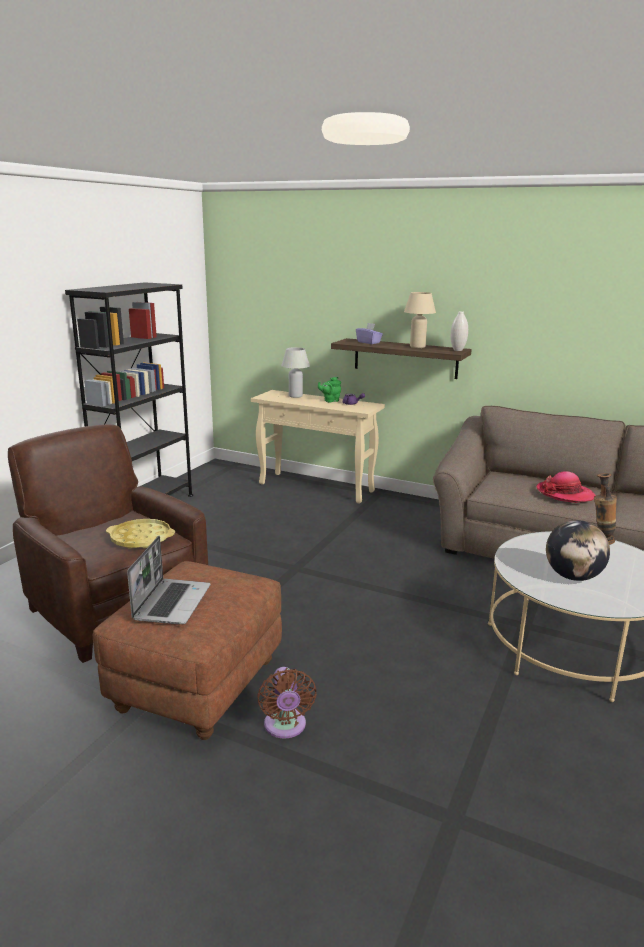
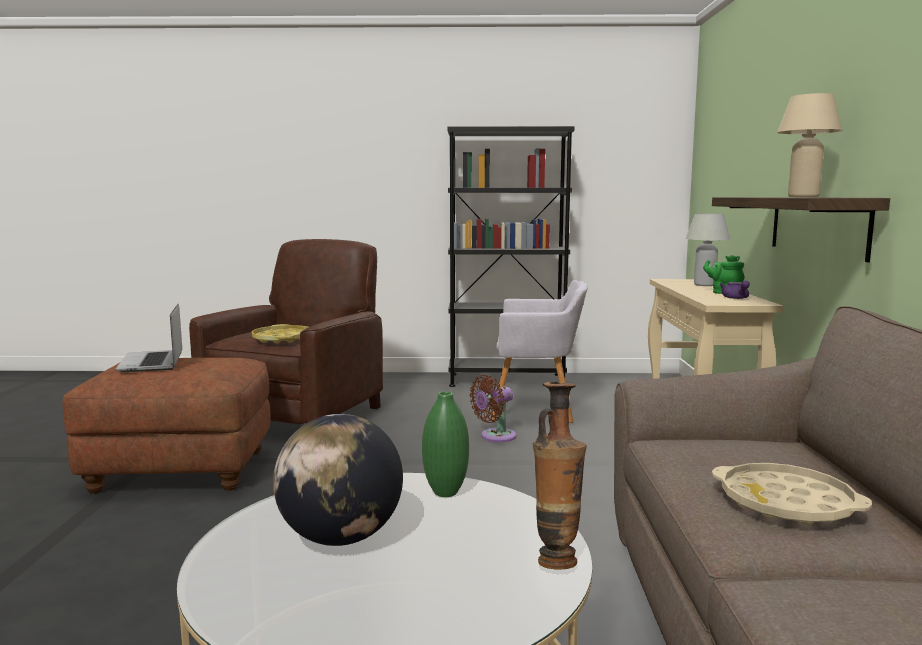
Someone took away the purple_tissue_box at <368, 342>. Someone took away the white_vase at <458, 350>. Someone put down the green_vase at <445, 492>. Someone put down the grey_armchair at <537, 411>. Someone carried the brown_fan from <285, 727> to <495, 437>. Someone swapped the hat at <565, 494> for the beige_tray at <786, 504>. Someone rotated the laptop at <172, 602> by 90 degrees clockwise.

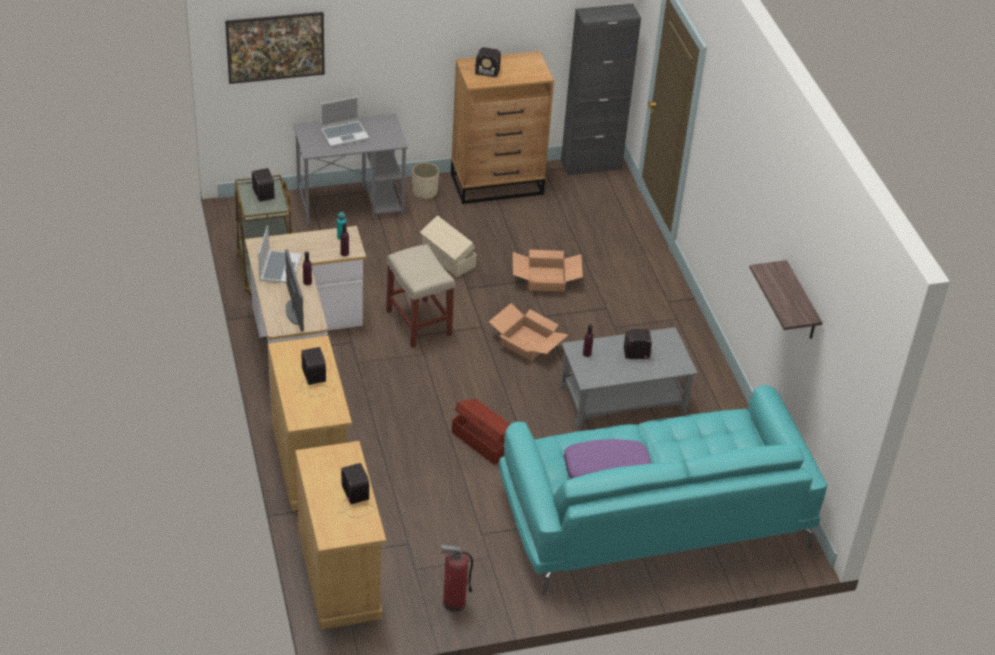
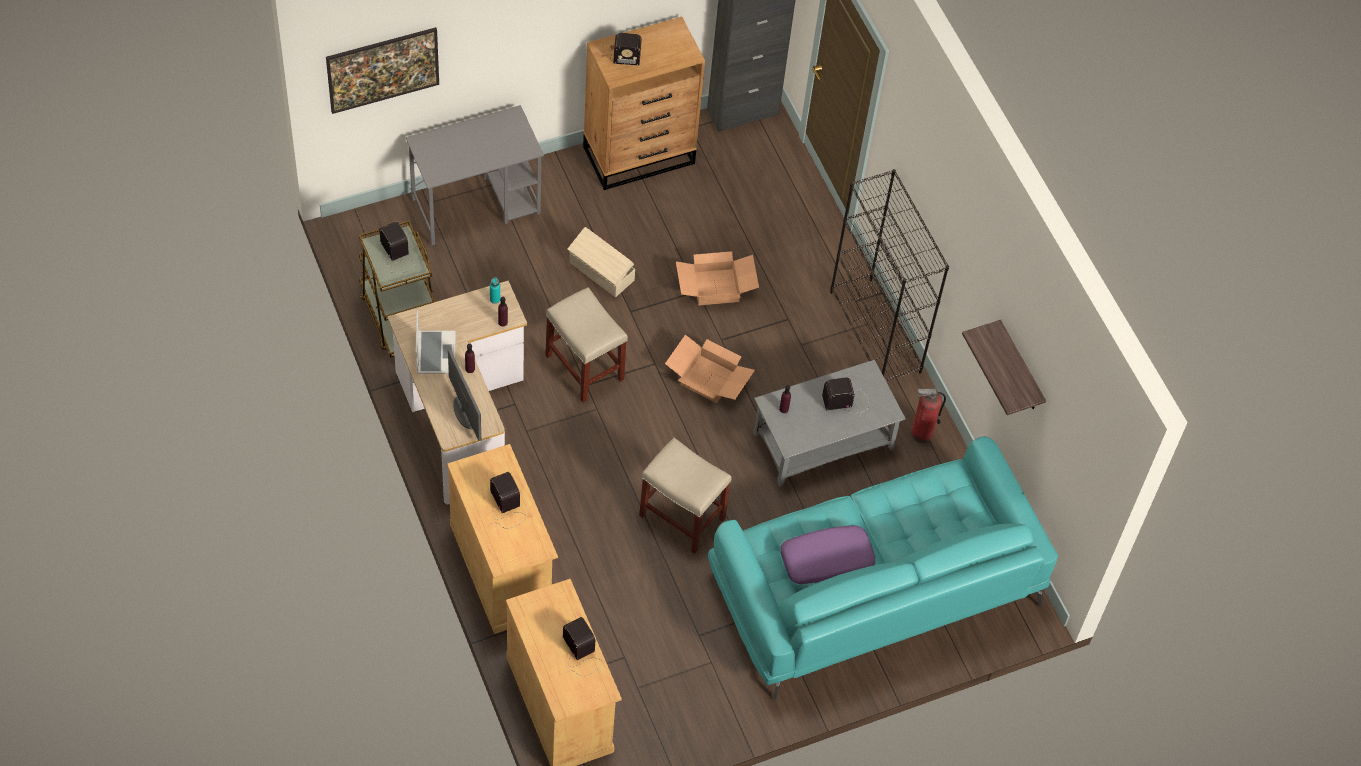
Someone took away the laptop at <345, 134>. Someone took away the beige_planter at <425, 192>. Someone put down the black_bookcase at <876, 332>. Someone carried the fire_extinguisher from <454, 603> to <921, 433>. Someone swapped the brown_storage_box at <483, 441> for the beige_stool at <681, 516>.

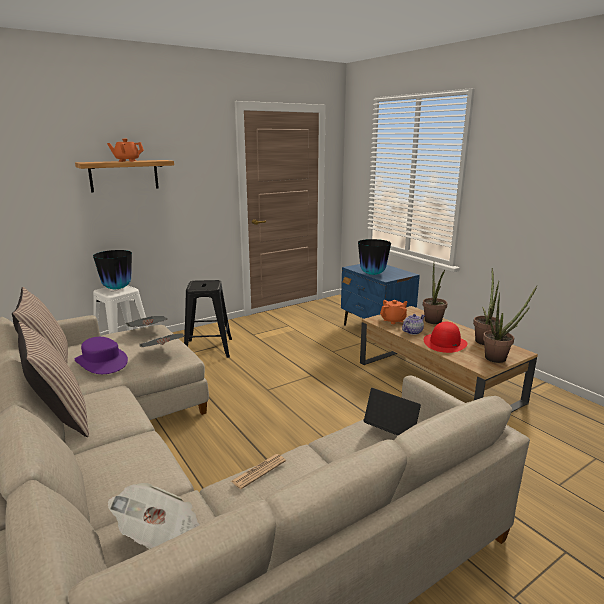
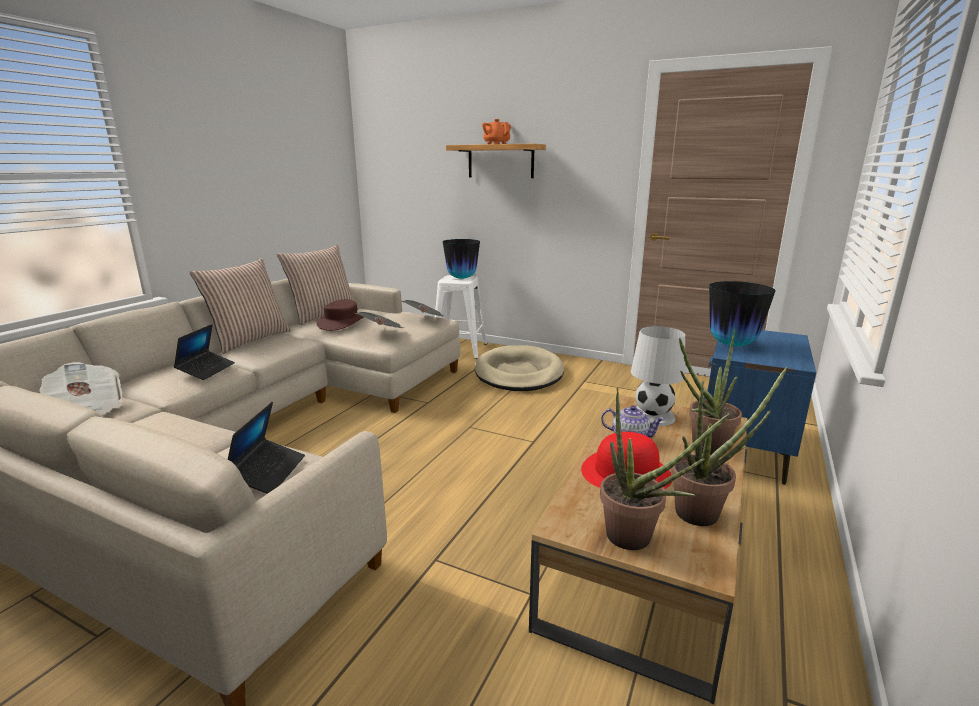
Someone took away the newspaper at <259, 471>. Someone put down the laptop at <206, 370>. Someone swapped the black_stool at <209, 348> for the beige_dog_bed at <519, 373>. Someone swapped the orange_teapot at <393, 320> for the white_table_lamp at <652, 416>. Someone repainted the purple_hat at <102, 362>, which became the brown_hat at <342, 322>.

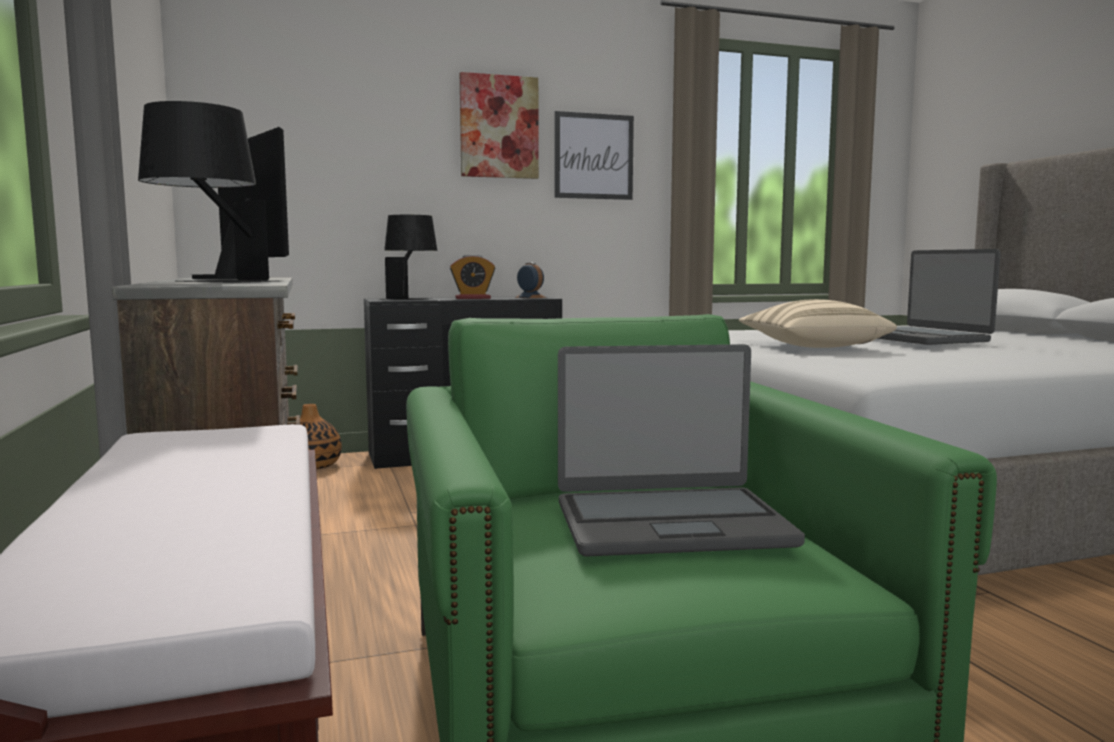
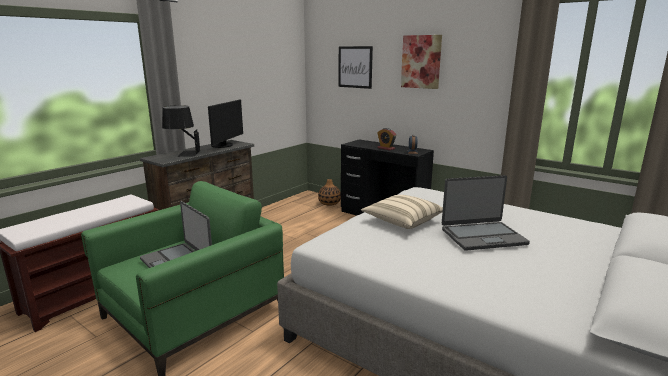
Someone took away the black_table_lamp at <410, 298>. Someone carried the picture from <593, 156> to <355, 67>. Someone rotated the laptop at <918, 338> by 135 degrees counterclockwise.

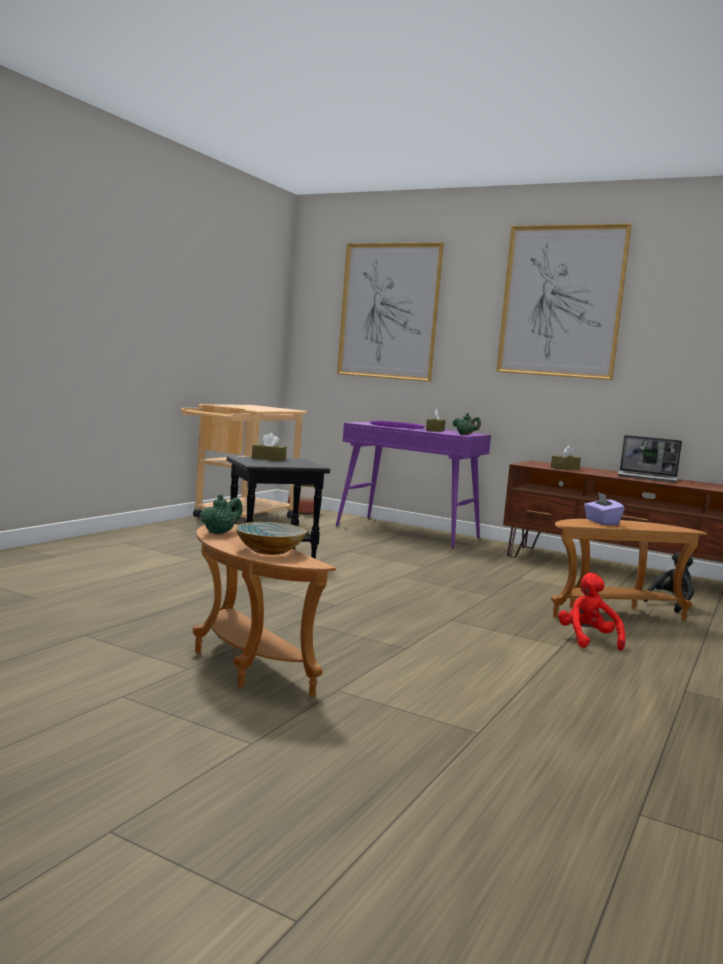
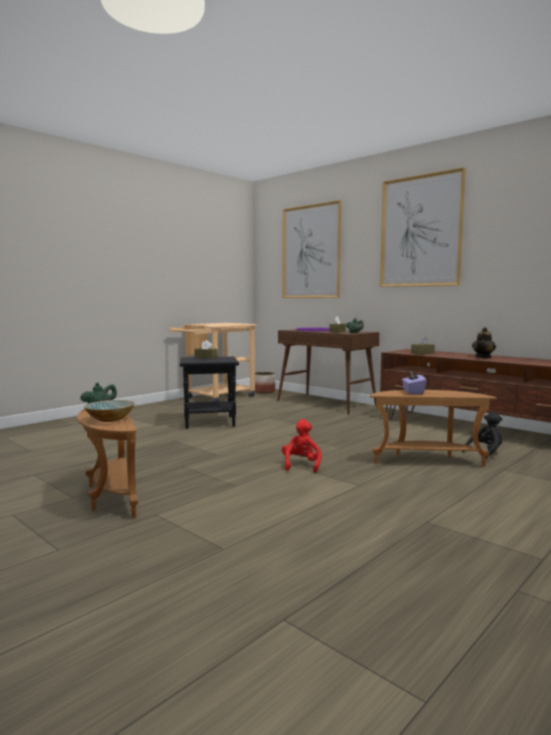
Someone carried the red_plush_toy from <587, 640> to <301, 465>. Someone swapped the laptop at <648, 478> for the teapot at <483, 357>. Someone repainted the purple_console_table at <408, 532>, which became the brown_console_table at <326, 403>.

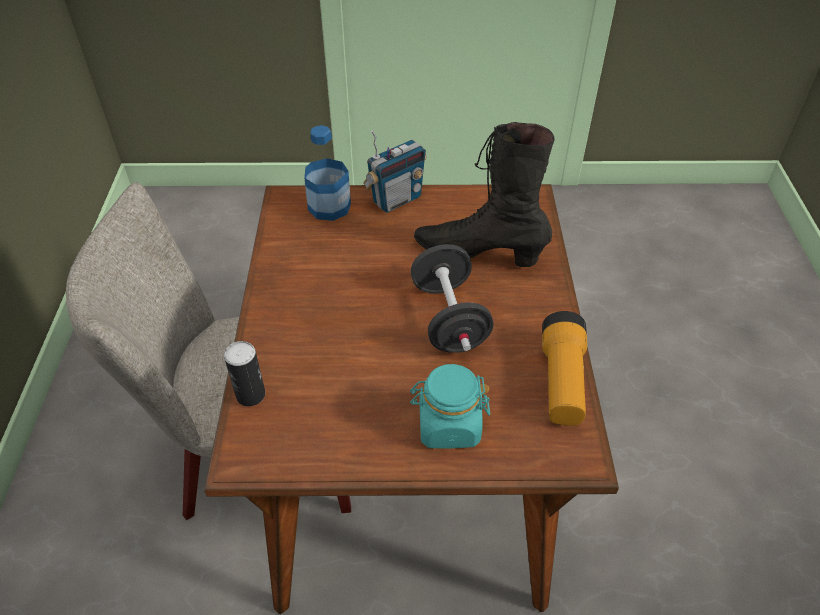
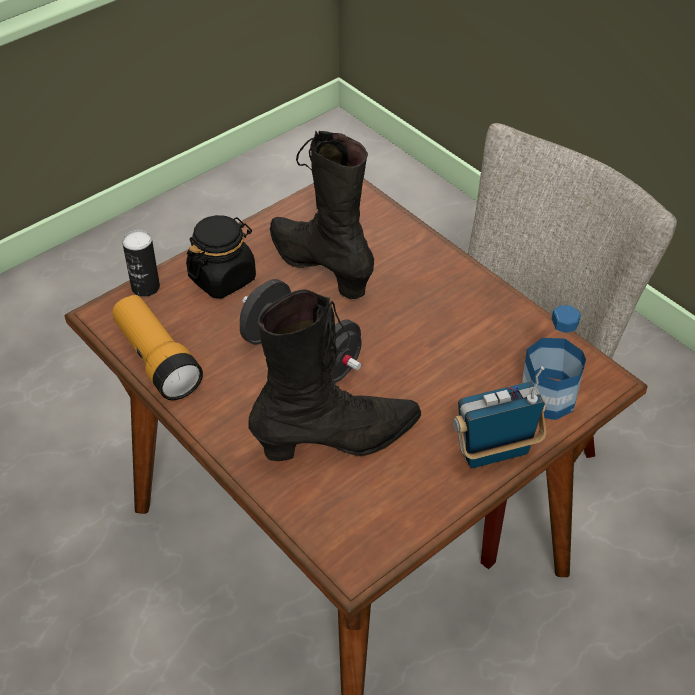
Someone put down the black_boot at <320, 267>. Someone carried the can from <250, 395> to <145, 287>. Someone repainted the turquoise_jar at <448, 426>, which became the black_jar at <222, 278>. Someone rotated the radio at <396, 200> by 60 degrees clockwise.

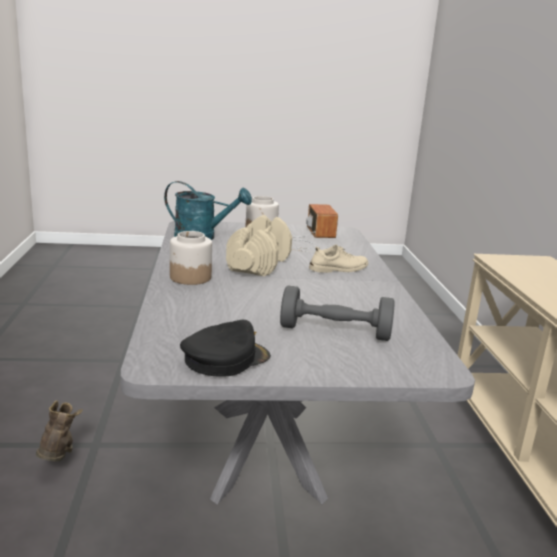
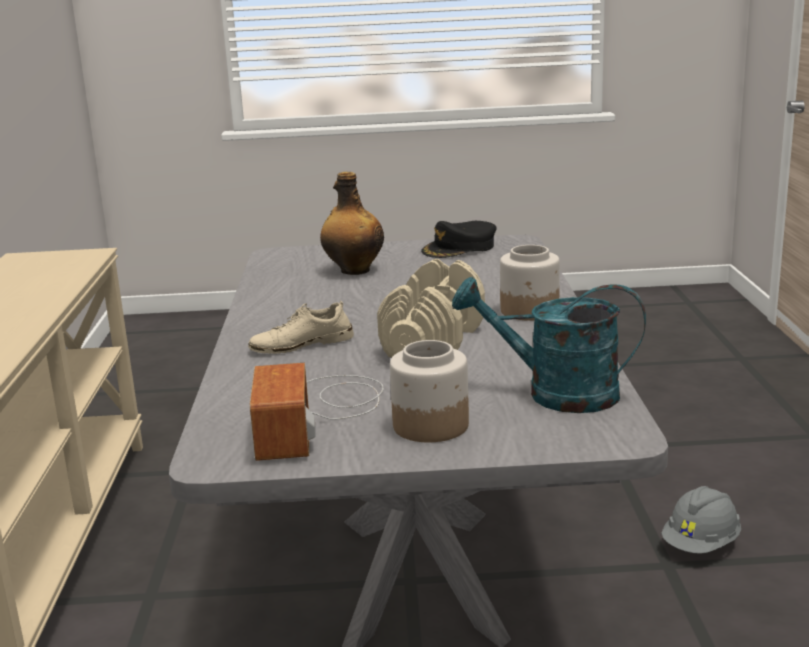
Someone swapped the brown_boot at <58, 458> for the grey_hard_hat at <701, 545>. Someone swapped the grey_dumbbell at <335, 332> for the bottle at <354, 270>.

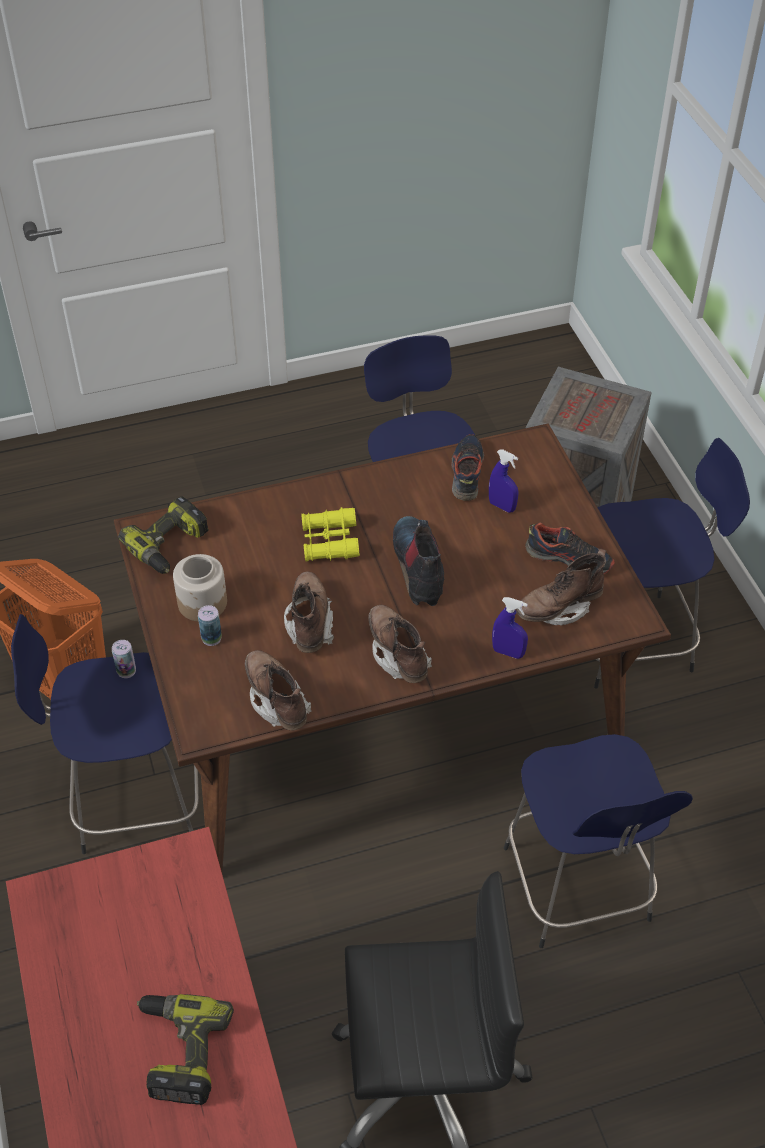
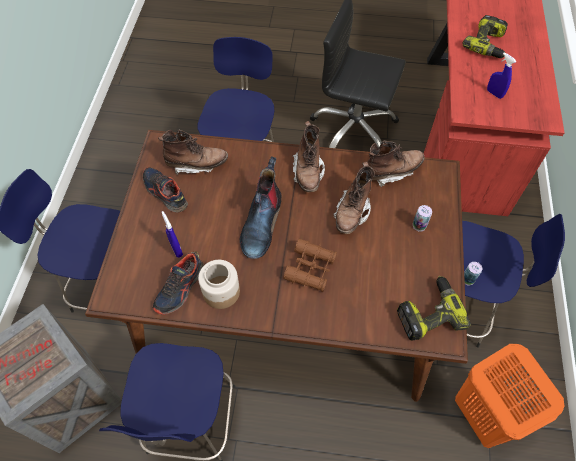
Someone carried the jar from <203, 602> to <220, 292>. Someone carried the blue_spray_bottle from <508, 652> to <494, 93>. Someone repainted the yellow_binoculars at <330, 542>, which became the brown_binoculars at <310, 268>. Someone rotated the brown_boot at <276, 700> by 105 degrees counterclockwise.

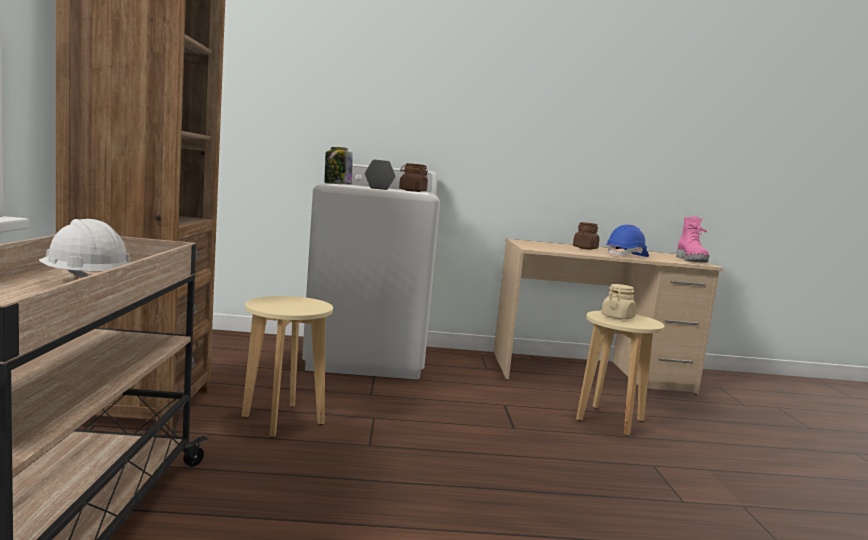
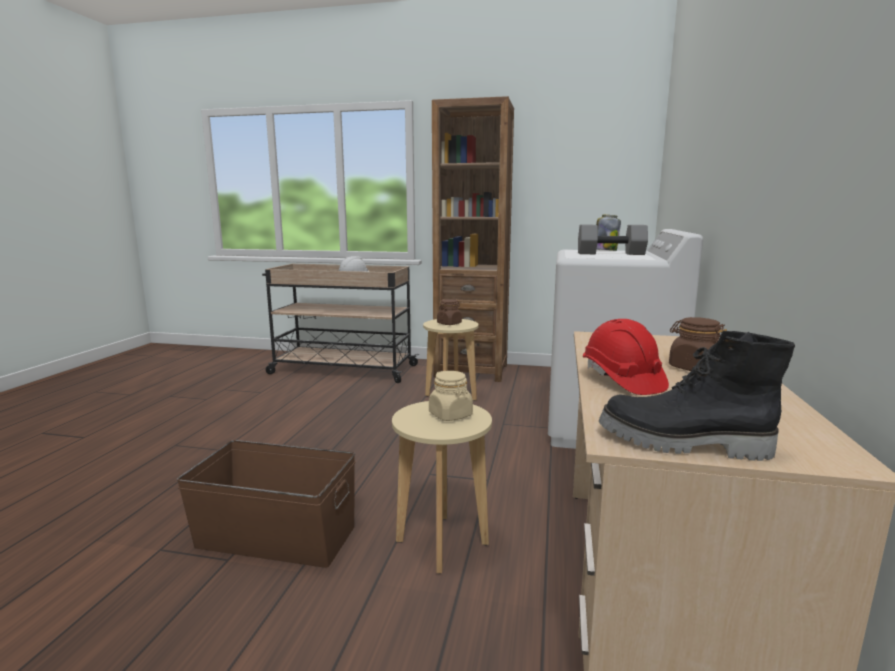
Someone put down the brown_storage_box at <276, 537>. Someone carried the brown_jar from <412, 191> to <449, 323>. Someone repainted the blue_hard_hat at <626, 256>, which became the red_hard_hat at <622, 380>. Someone repainted the pink_boot at <692, 260>, which became the black_boot at <683, 444>.

